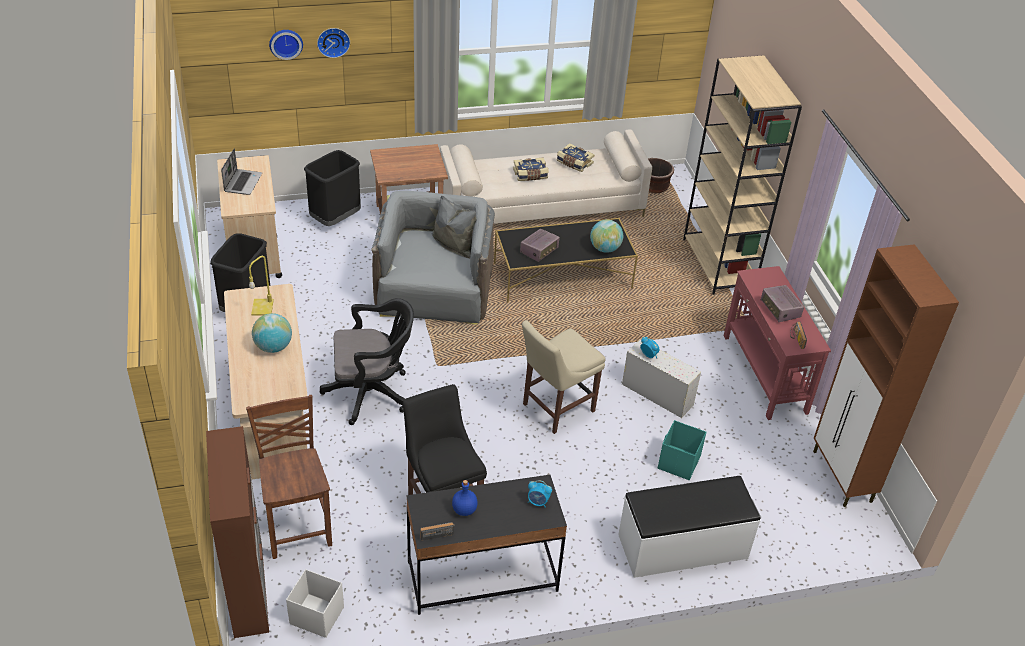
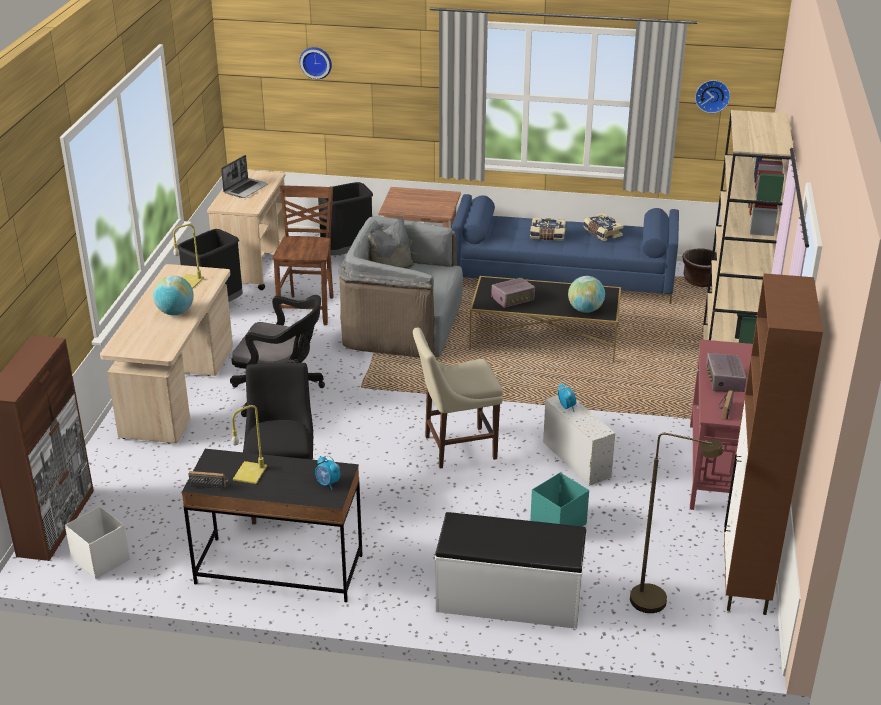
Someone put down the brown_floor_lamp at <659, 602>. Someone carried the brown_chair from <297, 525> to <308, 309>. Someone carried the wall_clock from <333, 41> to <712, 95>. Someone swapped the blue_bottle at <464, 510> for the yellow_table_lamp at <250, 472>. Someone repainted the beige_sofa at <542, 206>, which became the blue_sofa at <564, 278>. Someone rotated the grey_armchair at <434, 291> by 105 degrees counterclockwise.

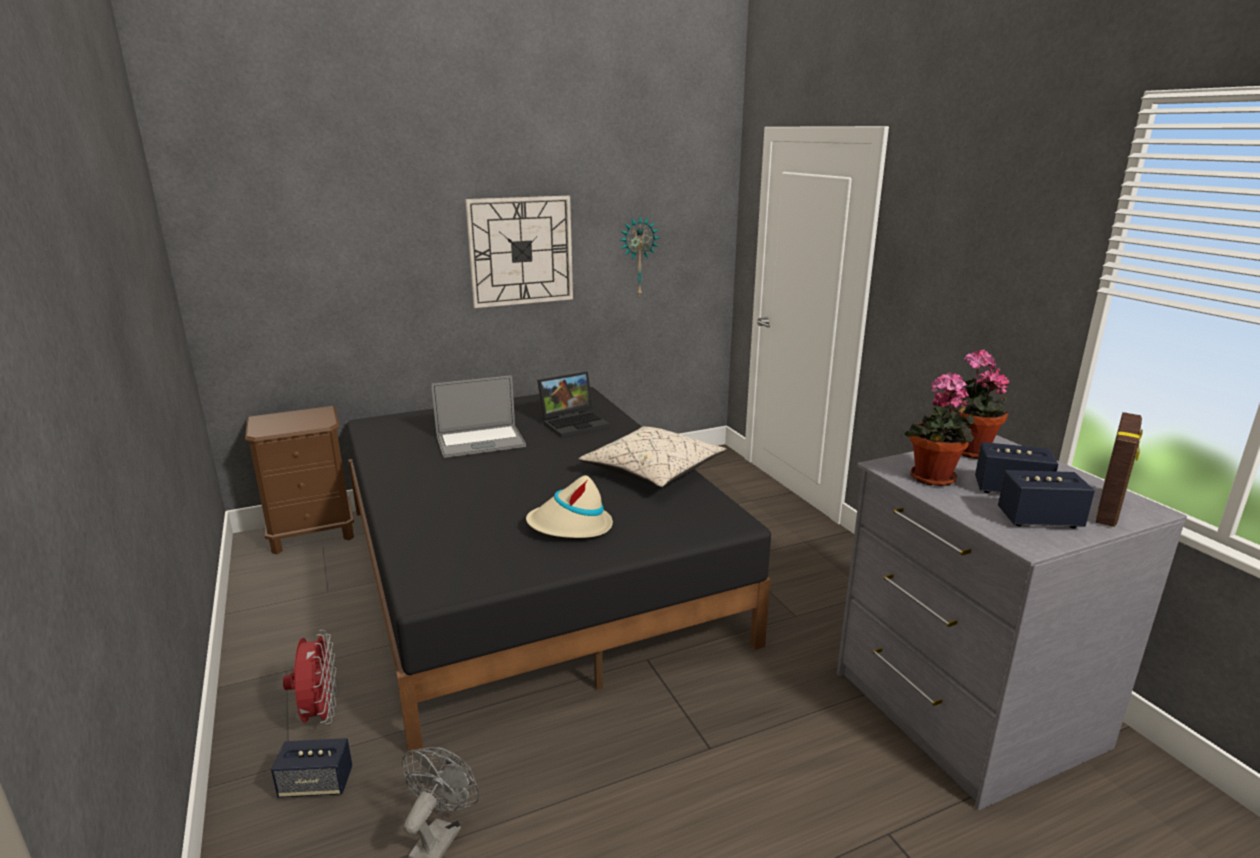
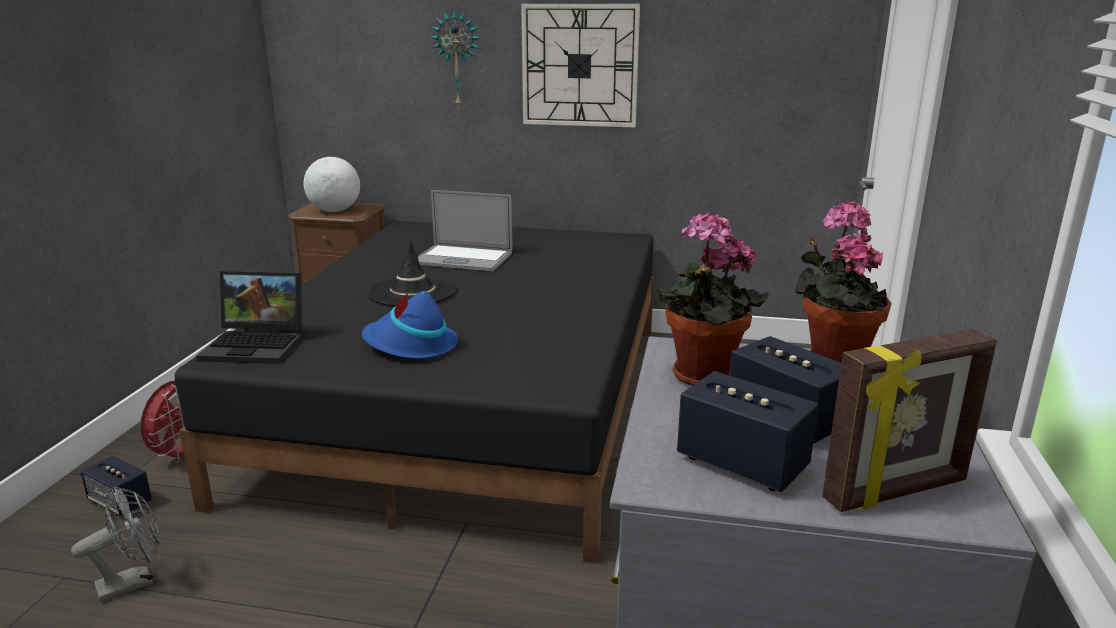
Someone took away the beige_pillow at <652, 471>. Someone put down the globe at <335, 211>. Someone put down the black_hat at <412, 292>. Someone carried the laptop from <575, 423> to <258, 345>. Someone carried the wall_clock from <638, 256> to <457, 59>. Someone repainted the beige_hat at <570, 526>, which became the blue_hat at <410, 345>.

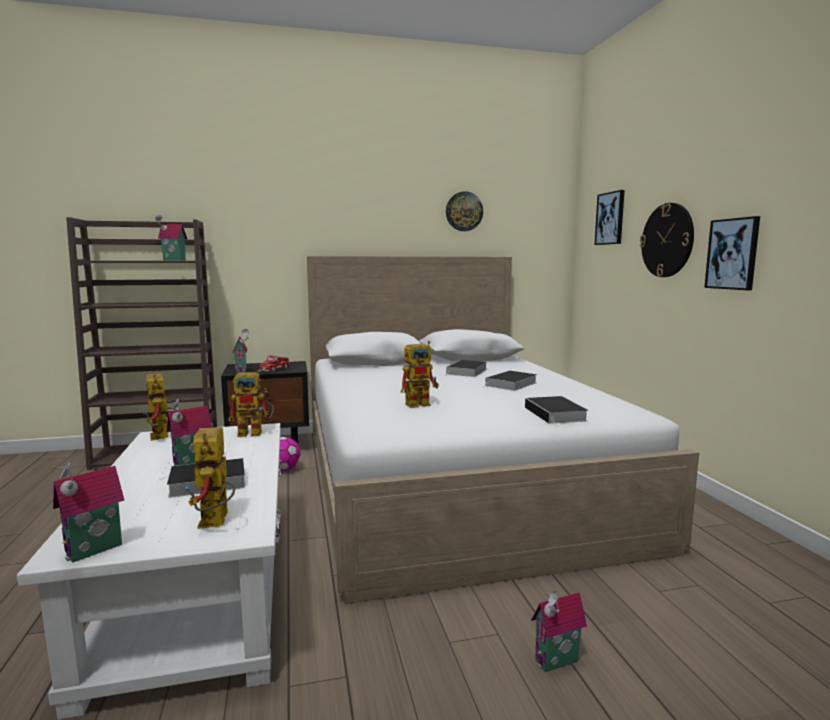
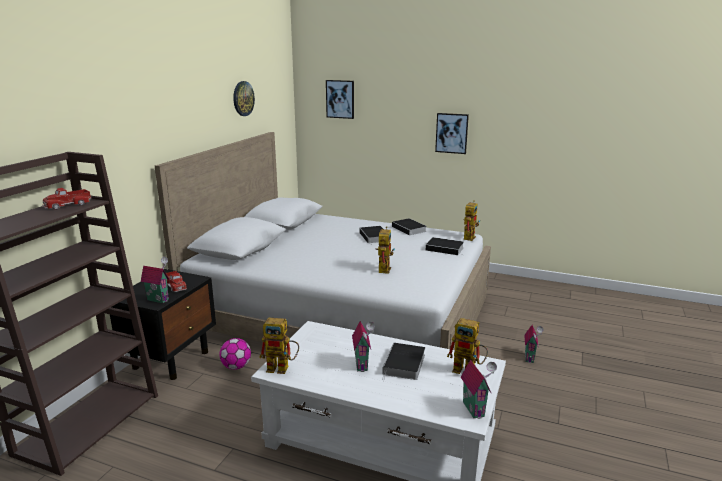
Someone took away the wall_clock at <667, 240>. Someone carried the toy_robot from <256, 433> to <469, 237>. Someone carried the book from <467, 372> to <410, 229>. Someone swapped the toy_house at <173, 260> for the toy_truck at <68, 205>.

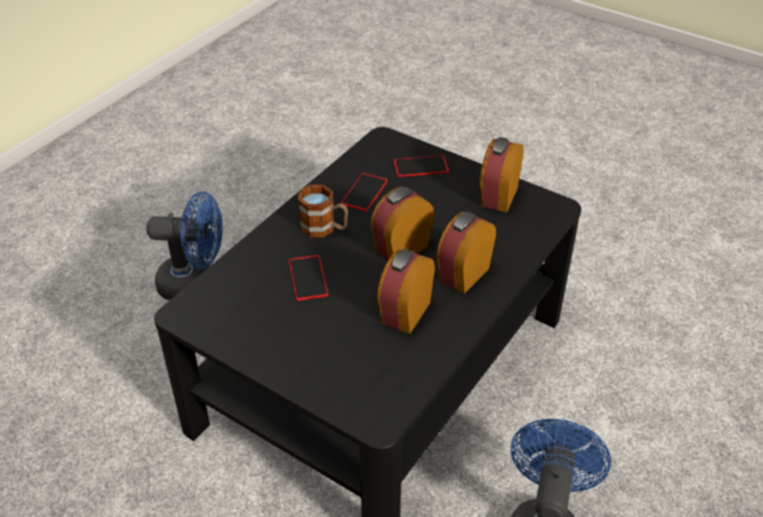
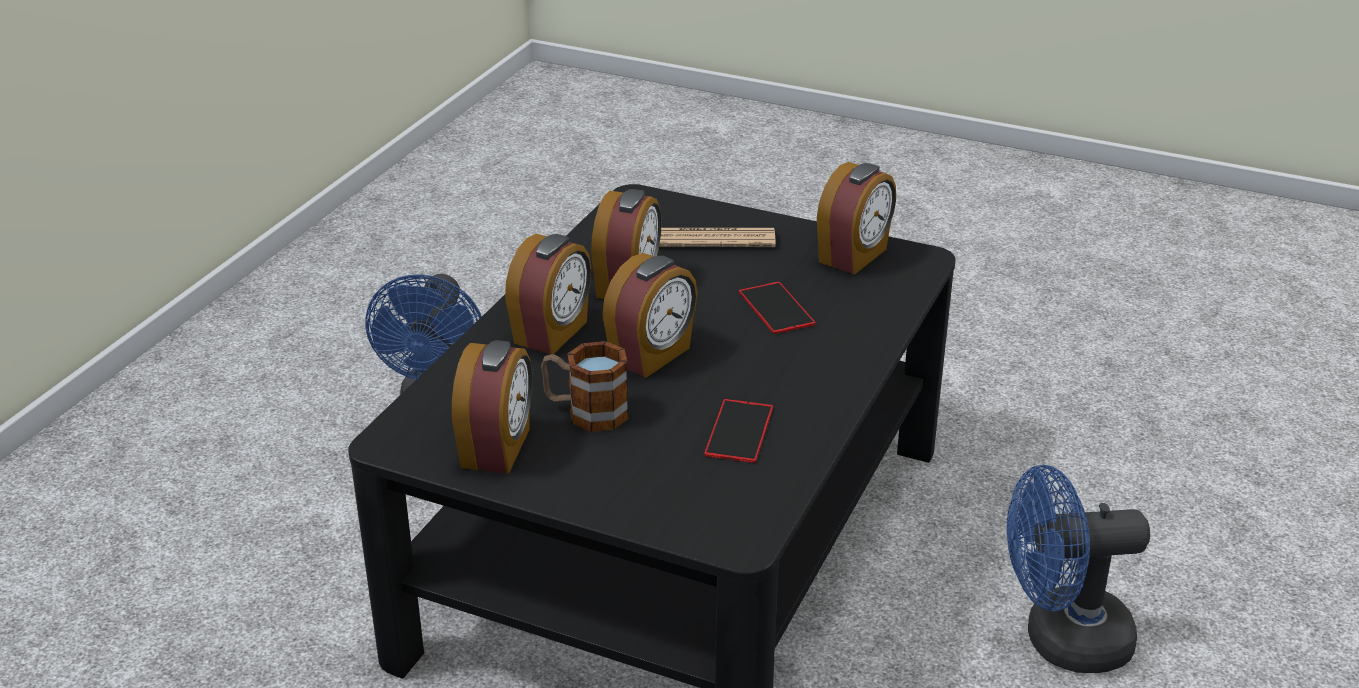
Someone took away the phone at <421, 166>. Someone put down the newspaper at <707, 239>. Someone put down the alarm_clock at <854, 256>. Someone carried the mug from <324, 228> to <586, 412>.

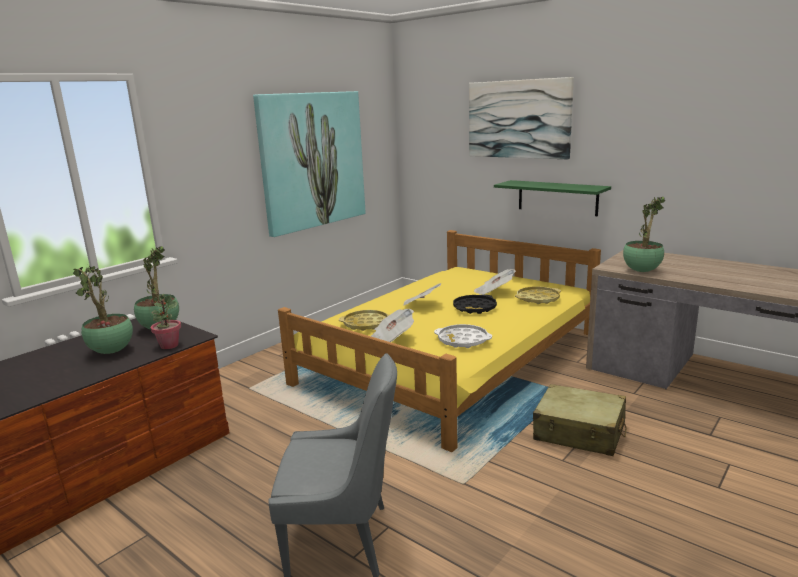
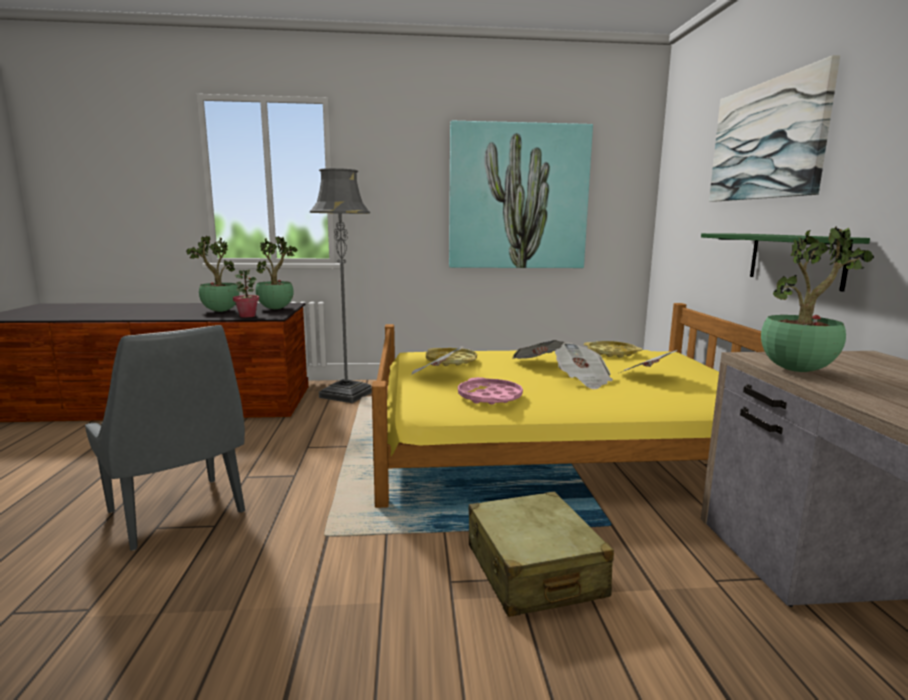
Someone put down the grey_floor_lamp at <346, 394>. Someone carried the yellow_tray from <537, 299> to <611, 353>. Someone swapped the black_tray at <474, 308> for the newspaper at <582, 381>. Someone repainted the white_tray at <462, 340>, which became the pink_tray at <489, 397>.

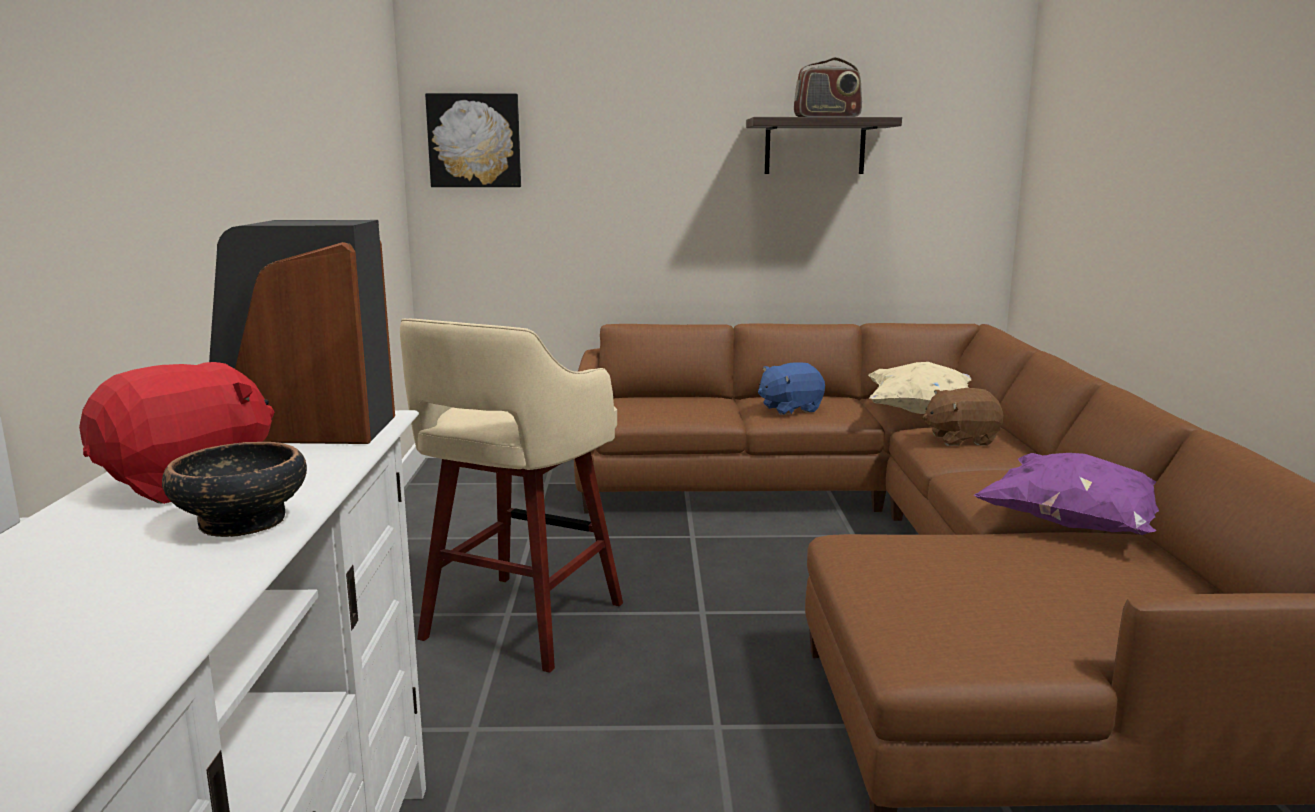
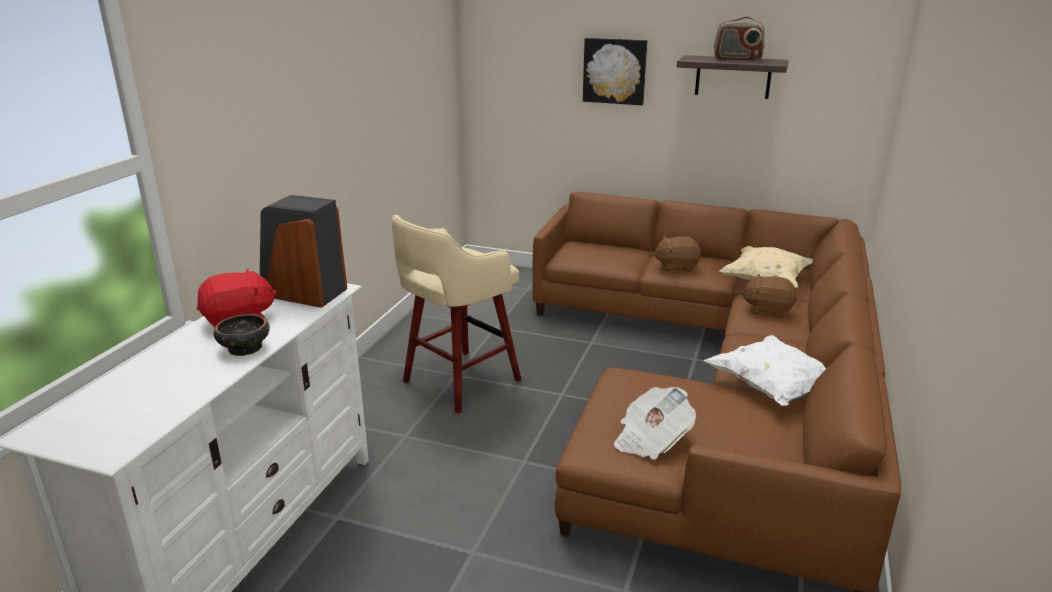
Someone put down the newspaper at <651, 440>. Someone carried the picture from <474, 141> to <615, 71>. Someone repainted the blue_plush_toy at <789, 409>, which became the brown_plush_toy at <676, 267>. Someone repainted the purple_pillow at <1075, 525>, which became the white_pillow at <772, 388>.

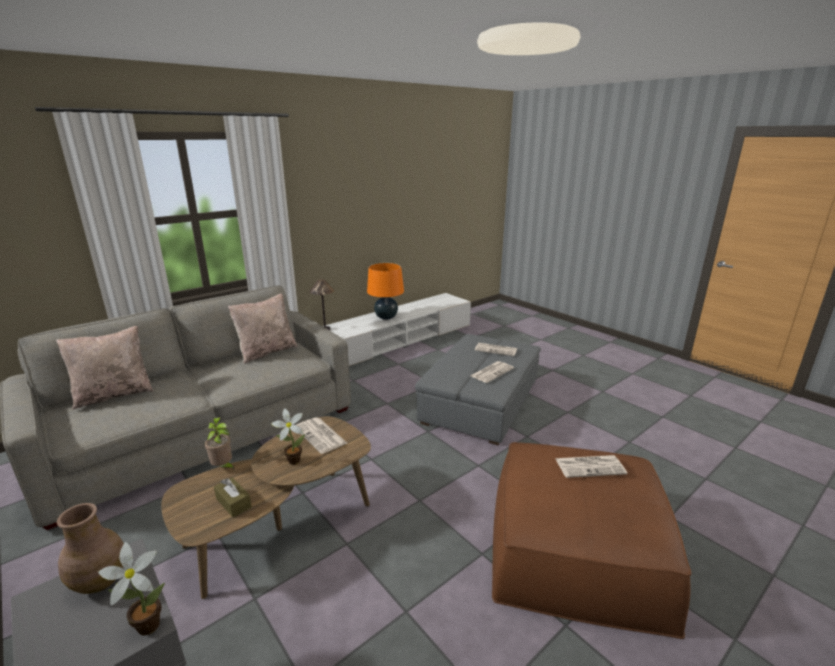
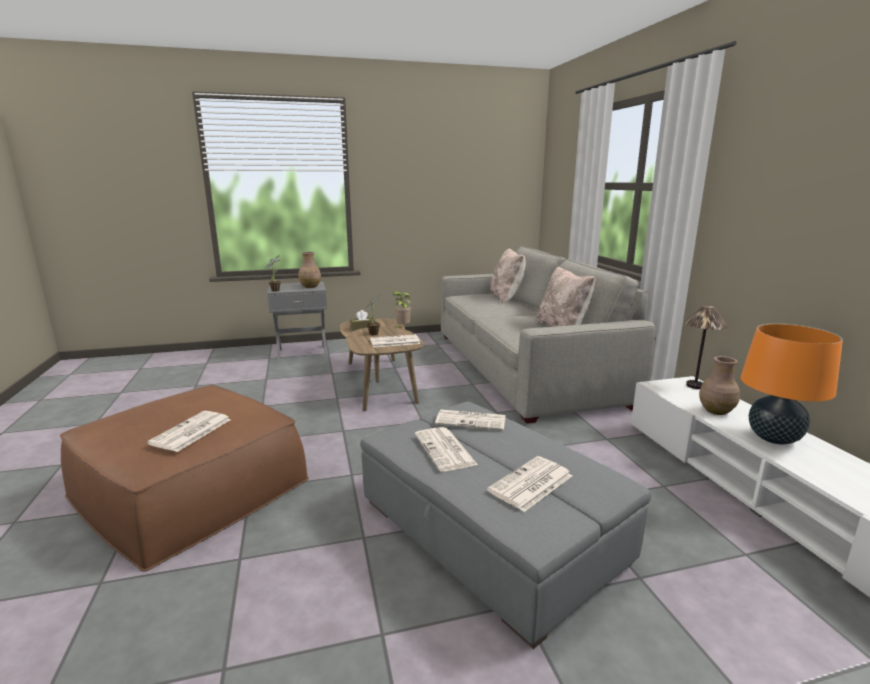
Someone put down the newspaper at <472, 420>. Someone put down the brown_vase at <715, 411>.

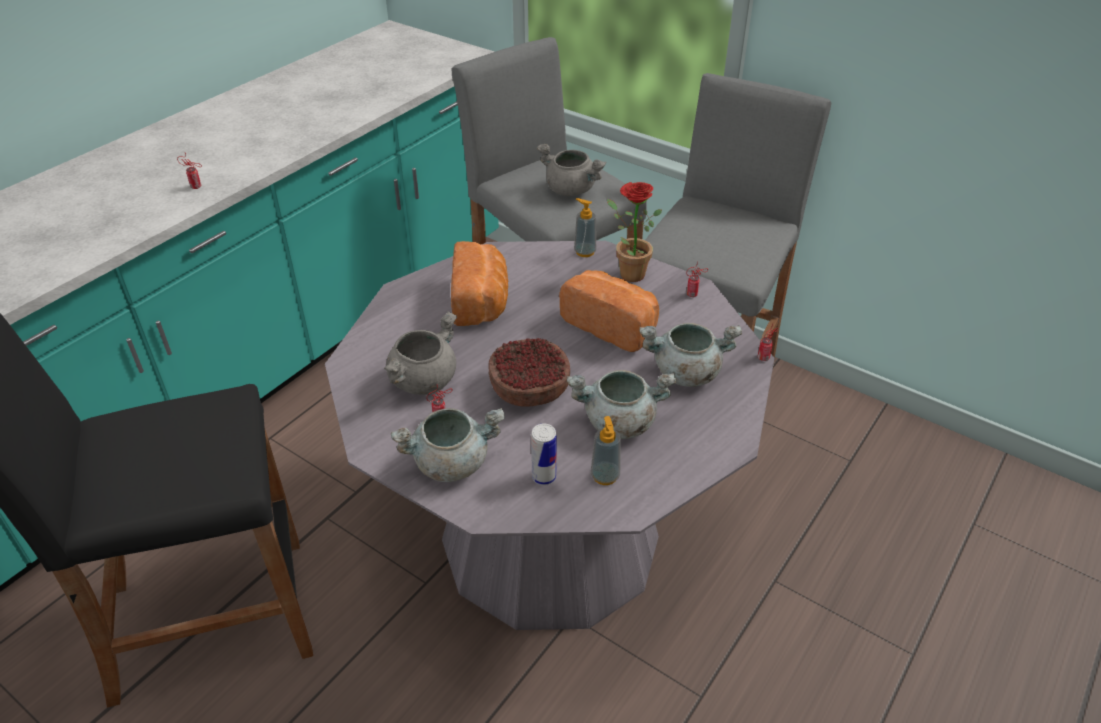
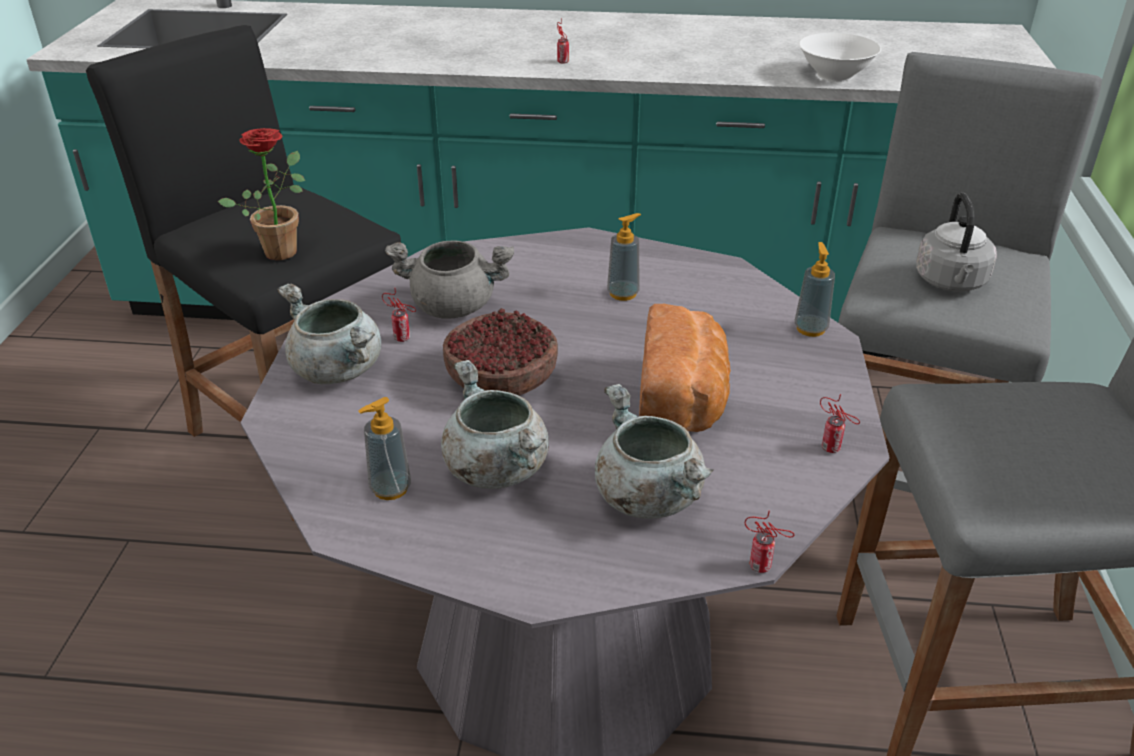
Someone took away the can at <544, 477>. Someone put down the white_bowl at <834, 75>. Someone carried the potted_plant from <627, 273> to <282, 249>. Someone swapped the bread at <482, 302> for the soap_dispenser at <623, 293>. Someone swapped the grey_cooking_pot at <571, 190> for the grey_kettle at <951, 283>.

